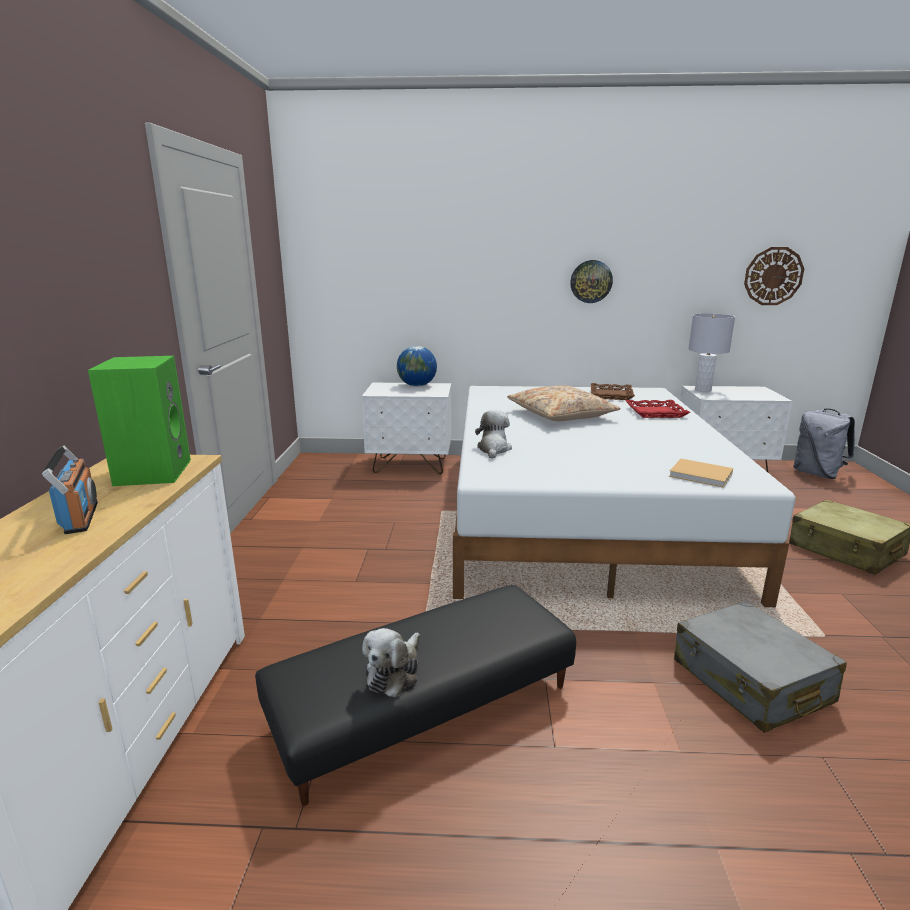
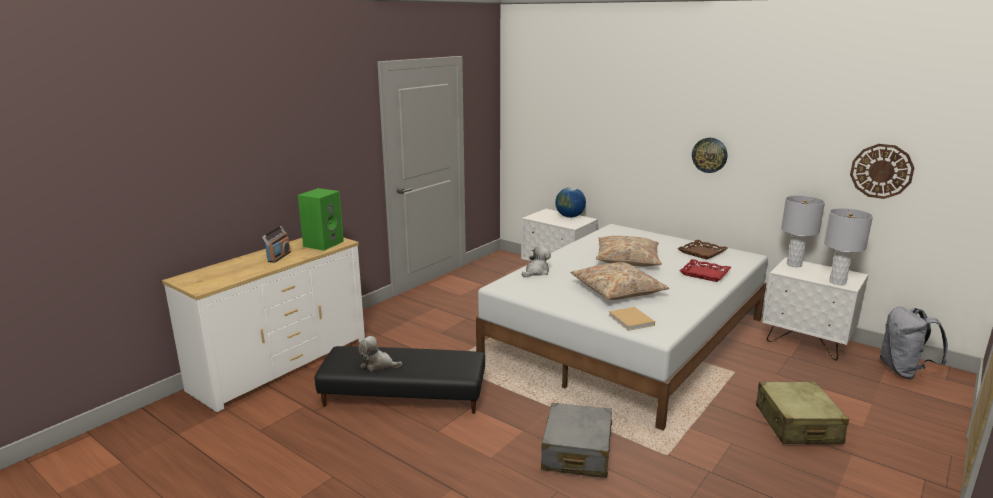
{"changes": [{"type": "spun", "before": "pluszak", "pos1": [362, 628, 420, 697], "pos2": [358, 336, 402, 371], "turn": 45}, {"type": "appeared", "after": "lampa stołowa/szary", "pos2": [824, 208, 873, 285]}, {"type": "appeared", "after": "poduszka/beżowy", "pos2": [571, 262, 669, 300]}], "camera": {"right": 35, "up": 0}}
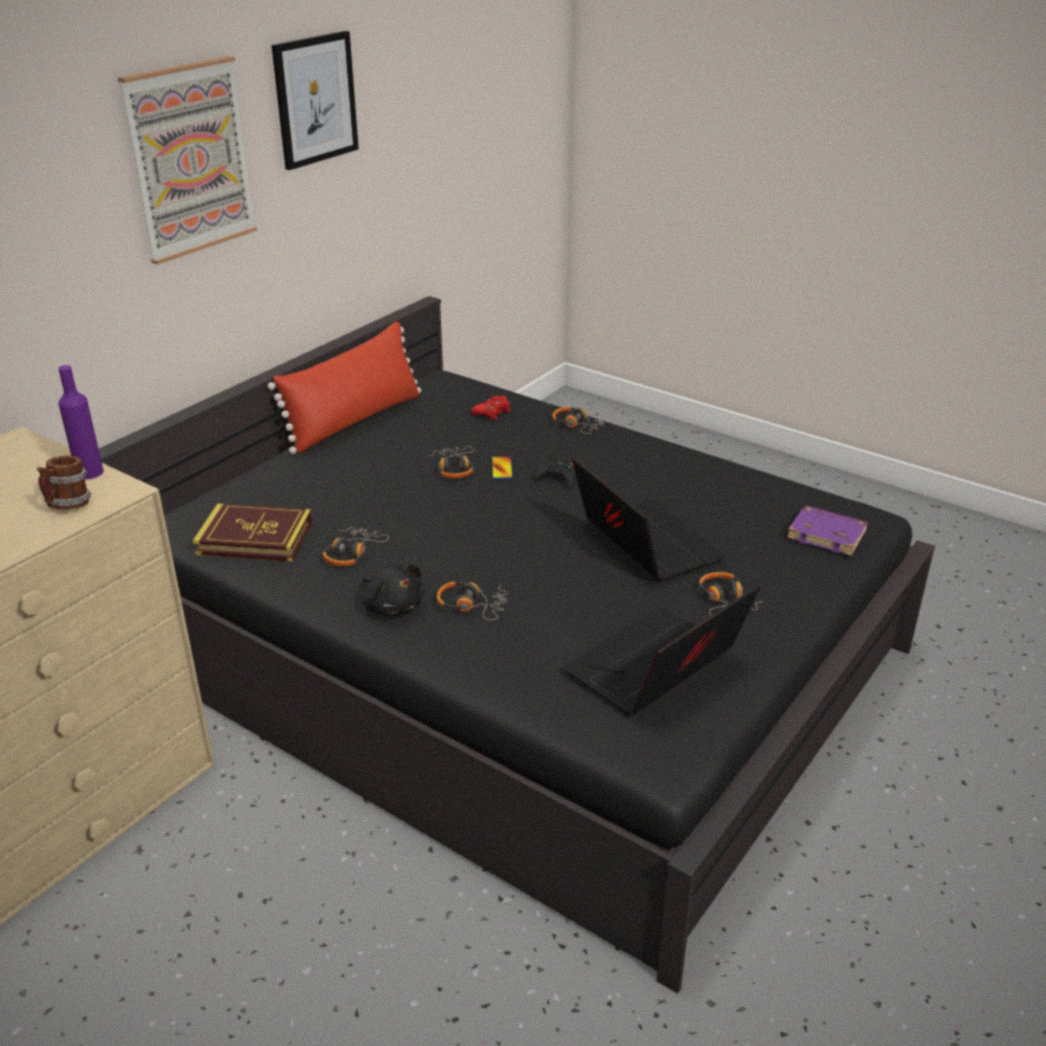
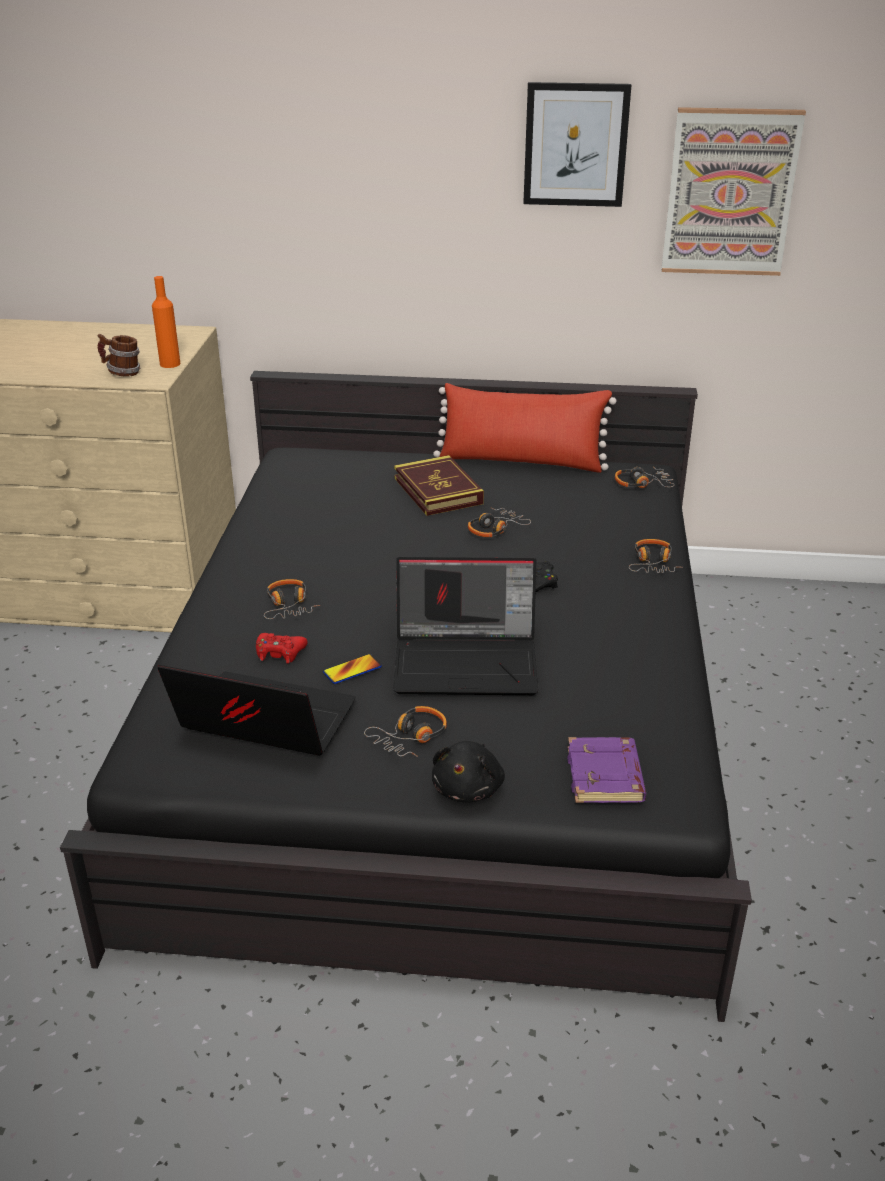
{"changes": [{"type": "relocated", "before": "obraz", "pos1": [118, 56, 257, 265], "pos2": [662, 107, 806, 276]}, {"type": "colour", "before": "butelka/fioletowy", "after": "butelka/pomarańczowy", "pos1": [58, 365, 104, 479], "pos2": [152, 276, 181, 368]}, {"type": "relocated", "before": "pad do gier/czerwony", "pos1": [471, 396, 510, 420], "pos2": [256, 633, 308, 664]}, {"type": "relocated", "before": "telefon", "pos1": [492, 456, 513, 479], "pos2": [323, 654, 382, 684]}, {"type": "spun", "before": "laptop", "pos1": [572, 457, 725, 581], "pos2": [394, 557, 538, 695], "turn": 60}, {"type": "relocated", "before": "książka", "pos1": [193, 503, 313, 562], "pos2": [394, 455, 484, 516]}, {"type": "relocated", "before": "słuchawki", "pos1": [323, 527, 389, 566], "pos2": [615, 466, 674, 488]}, {"type": "relocated", "before": "pluszak/czarny", "pos1": [363, 564, 424, 617], "pos2": [432, 741, 505, 803]}], "camera": {"right": 60, "up": 0}}
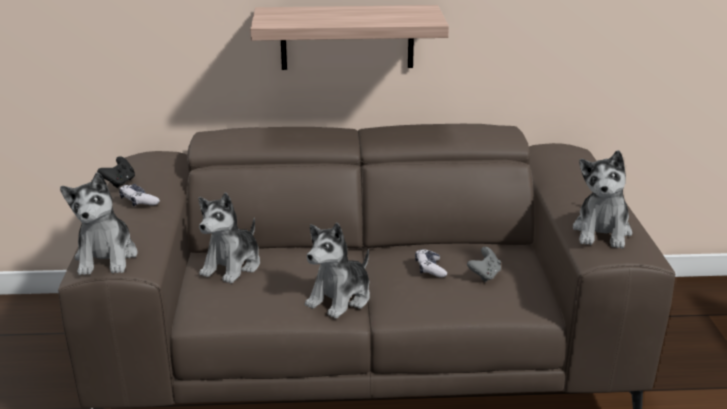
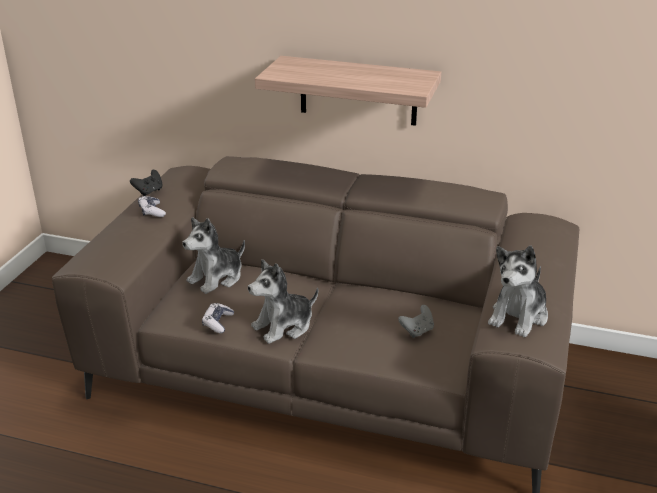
{"changes": [{"type": "missing", "before": "pluszak", "pos1": [60, 172, 137, 275]}, {"type": "relocated", "before": "pad do gier", "pos1": [415, 249, 447, 278], "pos2": [202, 303, 234, 334]}], "camera": {"right": 20, "up": 5}}
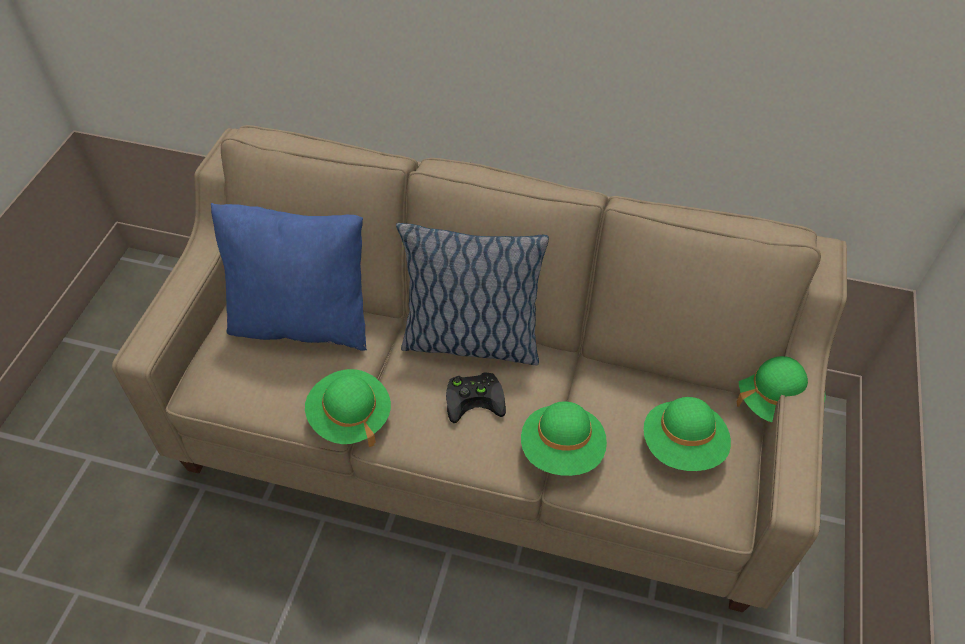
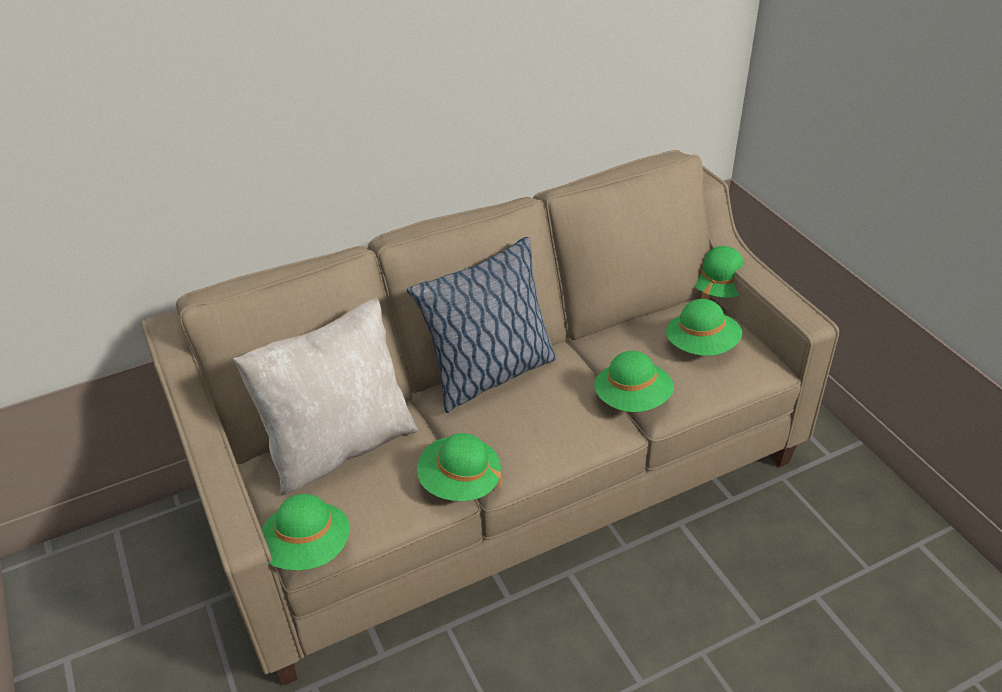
{"changes": [{"type": "colour", "before": "poduszka/niebieski", "after": "poduszka/beżowy", "pos1": [211, 203, 367, 351], "pos2": [233, 298, 419, 495]}, {"type": "missing", "before": "pad do gier/czarny", "pos1": [446, 372, 506, 423]}, {"type": "appeared", "after": "kapelusz/zielony", "pos2": [262, 494, 349, 570]}], "camera": {"right": -40, "up": -10}}
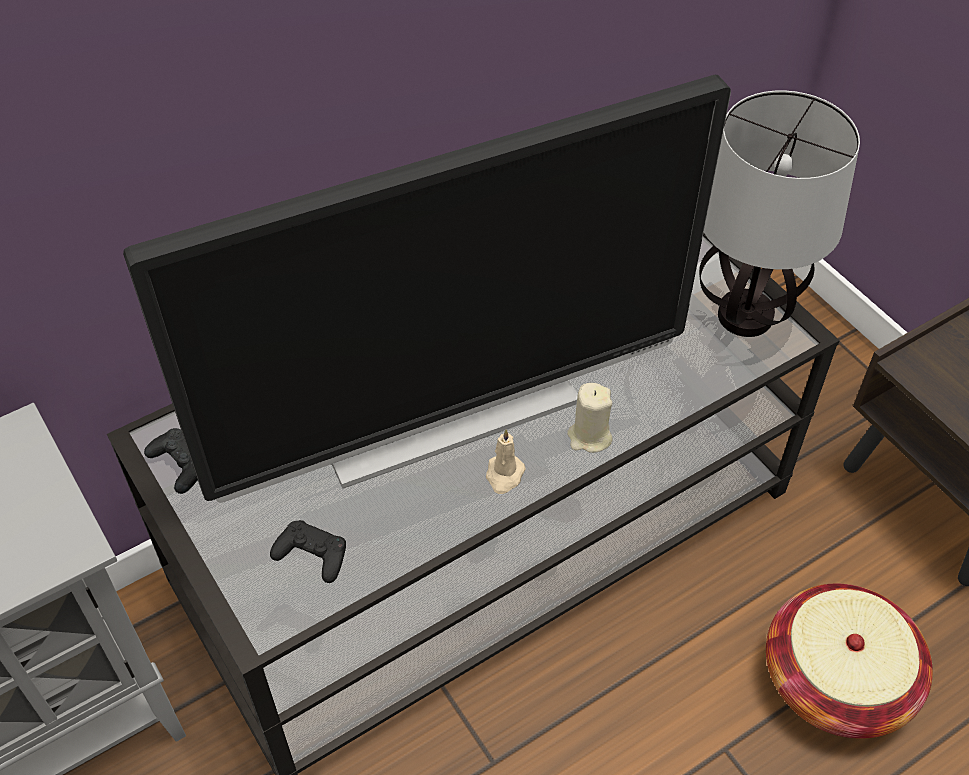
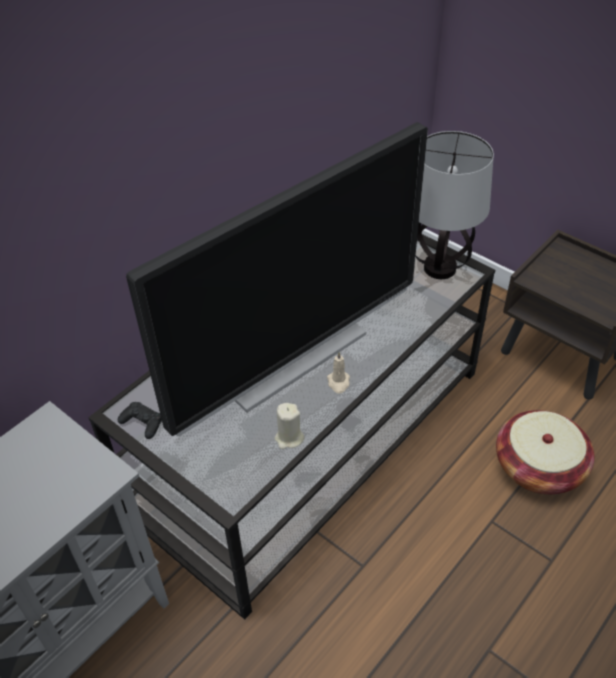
{"changes": [{"type": "relocated", "before": "świeca/beżowy", "pos1": [567, 383, 613, 453], "pos2": [275, 403, 305, 449]}, {"type": "missing", "before": "pad do gier/czarny", "pos1": [270, 520, 346, 583]}], "camera": {"right": -15, "up": -5}}
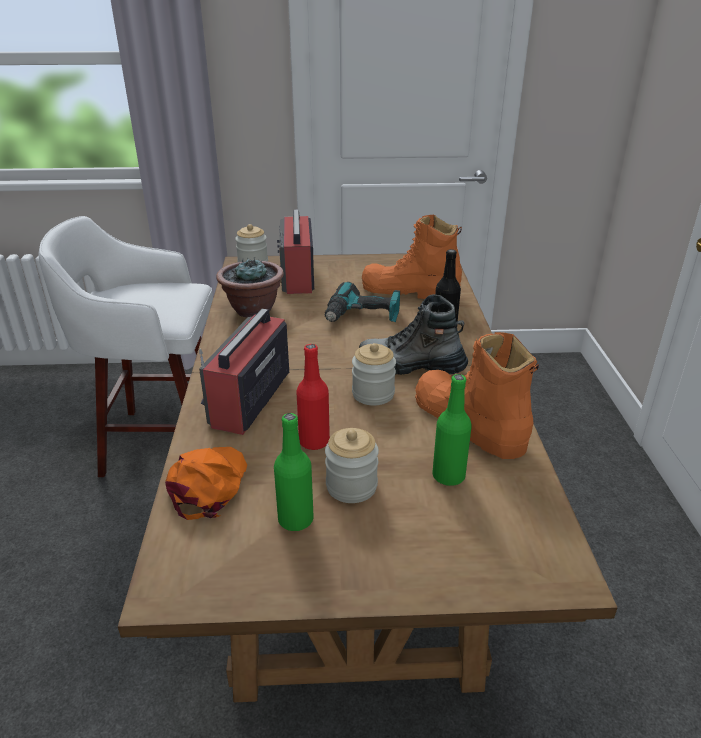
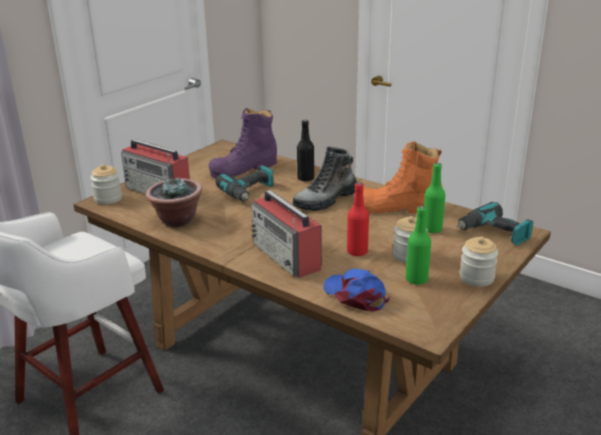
{"changes": [{"type": "colour", "before": "but z cholewką/pomarańczowy", "after": "but z cholewką/fioletowy", "pos1": [362, 214, 462, 299], "pos2": [209, 108, 277, 178]}, {"type": "relocated", "before": "słoik", "pos1": [352, 343, 396, 406], "pos2": [460, 236, 498, 287]}, {"type": "colour", "before": "czapka z daszkiem/pomarańczowy", "after": "czapka z daszkiem/niebieski", "pos1": [165, 447, 247, 520], "pos2": [323, 269, 390, 312]}, {"type": "appeared", "after": "wiertarka", "pos2": [457, 202, 533, 246]}], "camera": {"right": -50, "up": -5}}
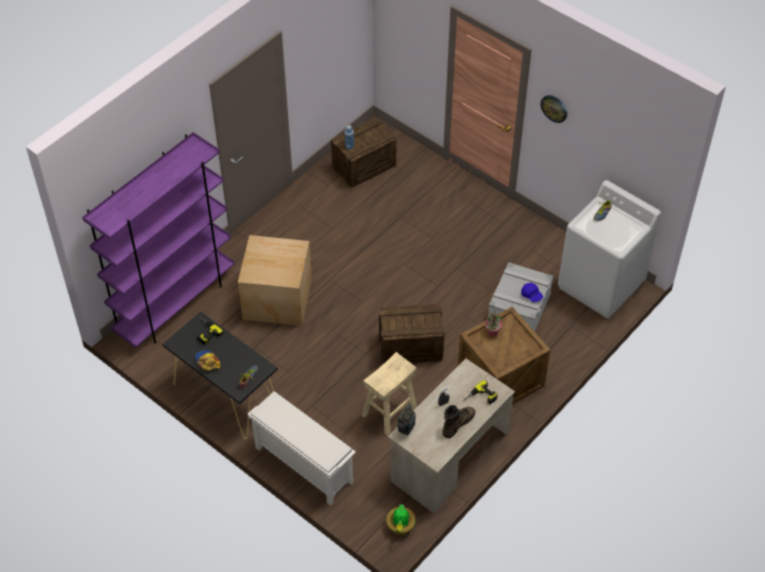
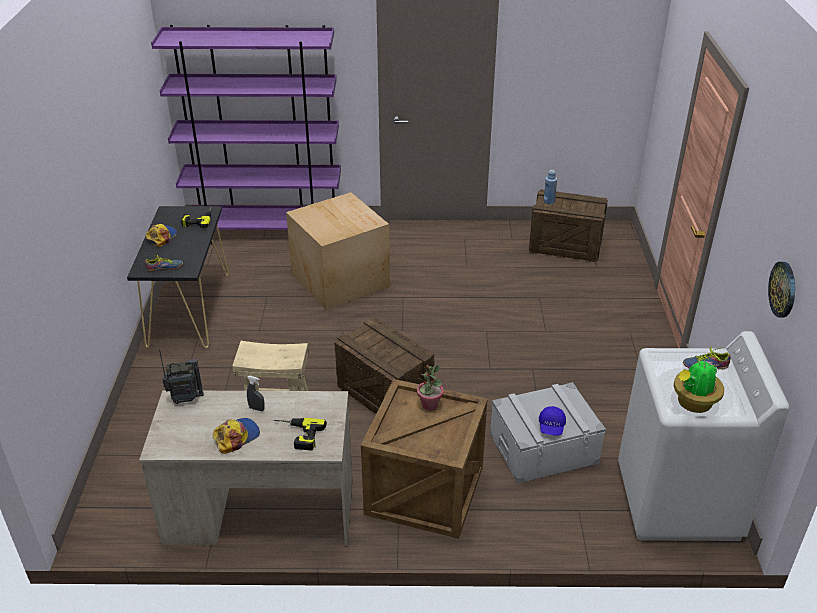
{"changes": [{"type": "relocated", "before": "zegar ścienny", "pos1": [540, 95, 567, 123], "pos2": [768, 262, 795, 318]}, {"type": "missing", "before": "regał na buty/biały", "pos1": [248, 392, 356, 505]}, {"type": "exchanged", "before": "but z cholewką/brązowy", "after": "czapka z daszkiem", "pos1": [443, 405, 475, 438], "pos2": [213, 418, 260, 454]}, {"type": "relocated", "before": "roślina doniczkowa", "pos1": [386, 505, 416, 535], "pos2": [674, 359, 724, 413]}], "camera": {"right": 50, "up": -15}}
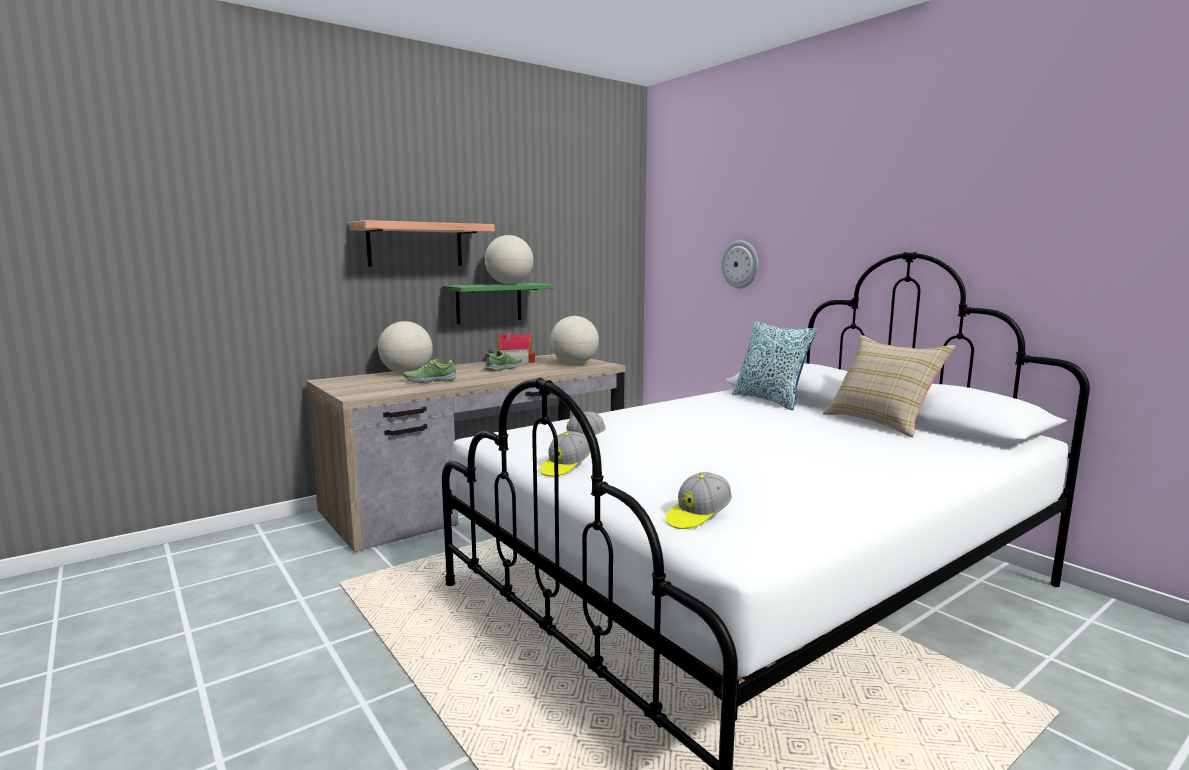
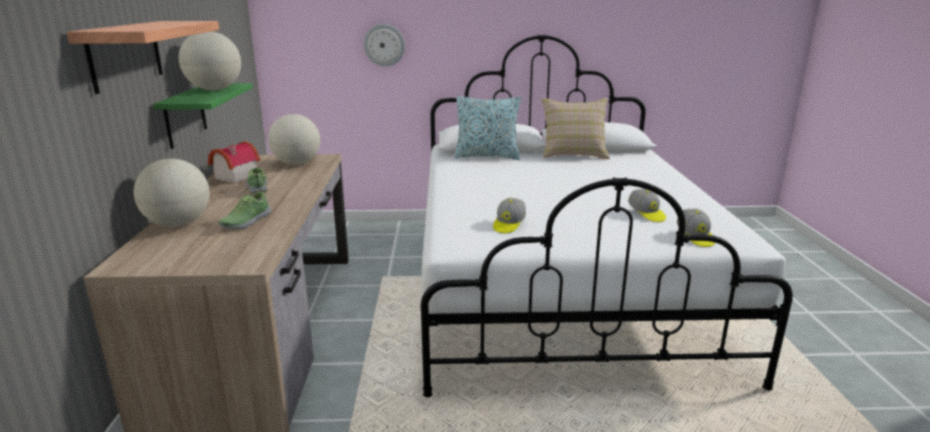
{"changes": [{"type": "relocated", "before": "czapka z daszkiem", "pos1": [540, 431, 590, 477], "pos2": [628, 189, 666, 222]}], "camera": {"right": -55, "up": 10}}
